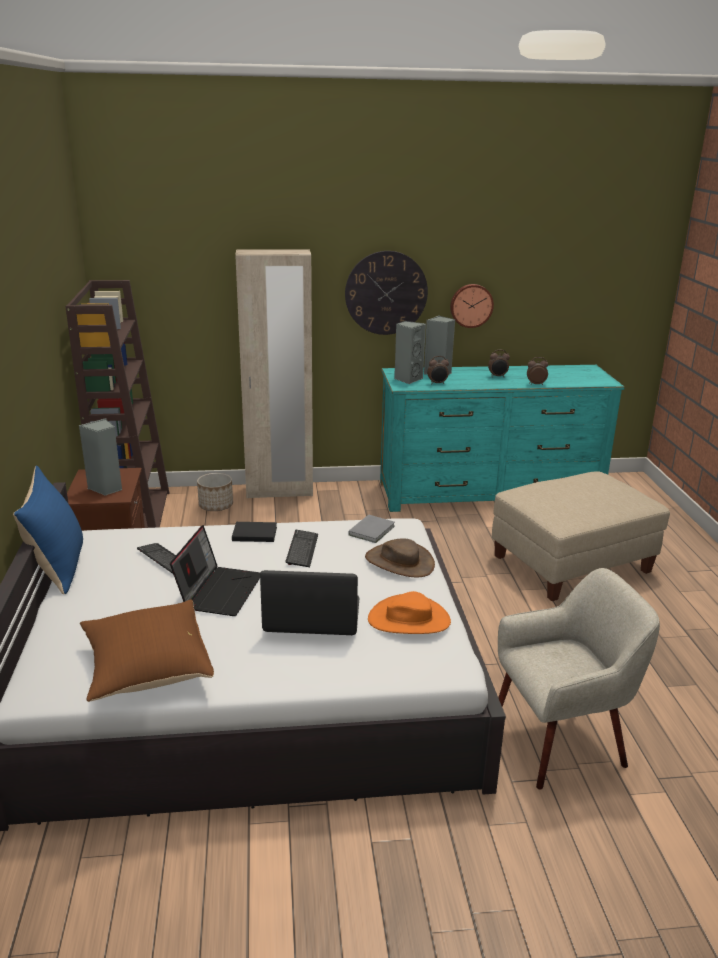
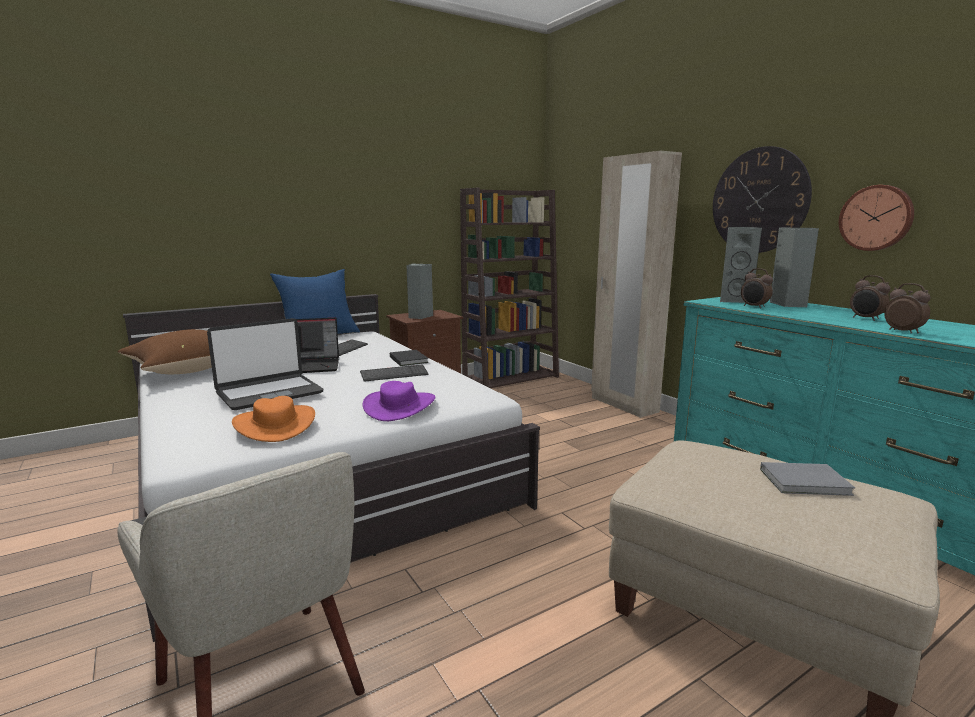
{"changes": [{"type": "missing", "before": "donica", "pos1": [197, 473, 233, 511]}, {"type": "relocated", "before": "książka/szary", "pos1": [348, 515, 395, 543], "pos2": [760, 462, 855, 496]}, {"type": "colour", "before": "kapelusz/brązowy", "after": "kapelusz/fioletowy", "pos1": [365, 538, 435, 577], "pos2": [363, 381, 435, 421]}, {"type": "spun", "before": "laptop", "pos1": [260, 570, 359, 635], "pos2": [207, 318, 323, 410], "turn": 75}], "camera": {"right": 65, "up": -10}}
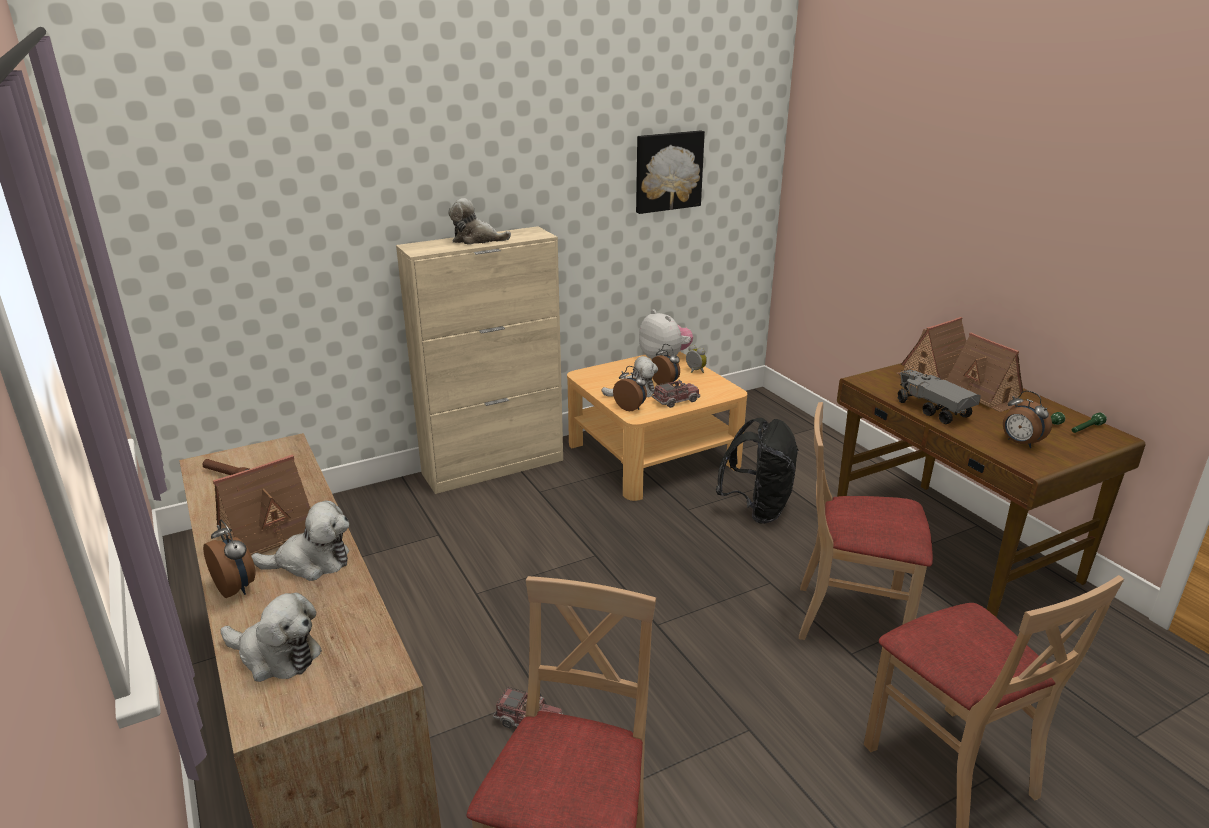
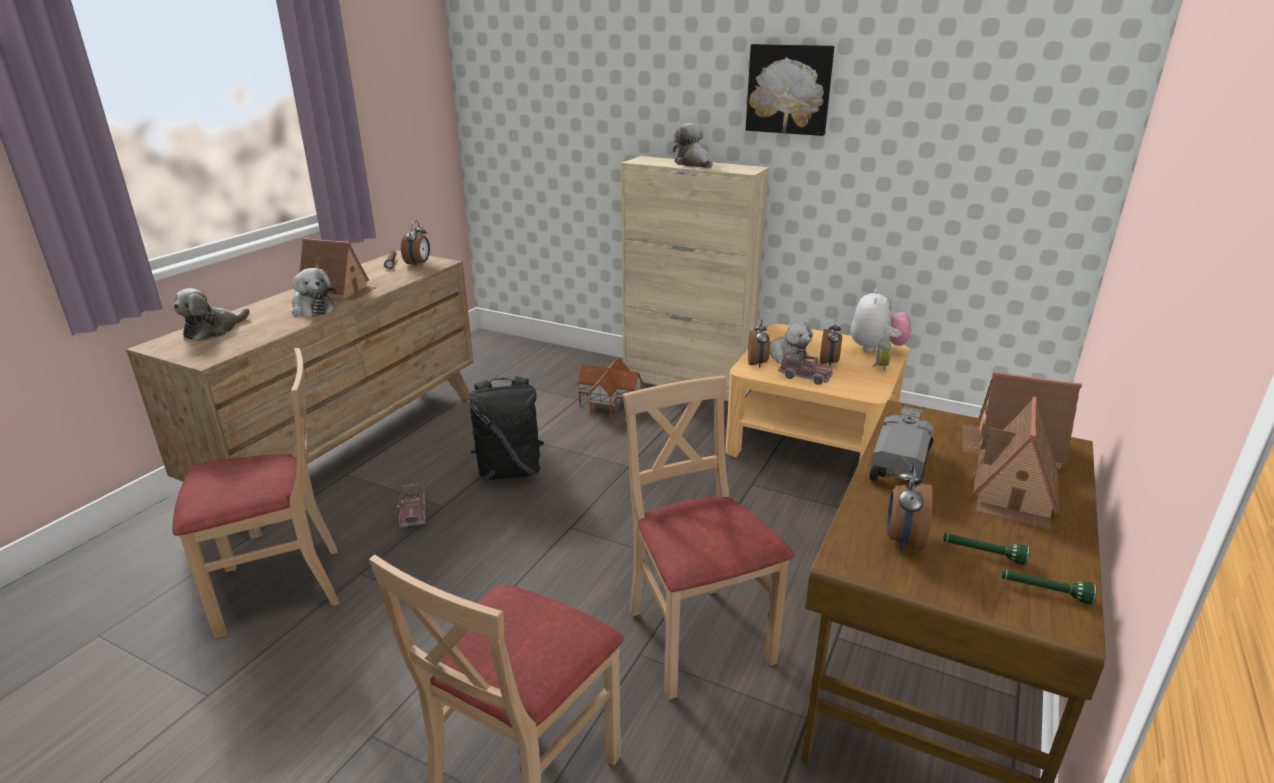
{"changes": [{"type": "relocated", "before": "obraz", "pos1": [636, 130, 705, 214], "pos2": [746, 44, 834, 136]}, {"type": "relocated", "before": "plecak/czarny", "pos1": [716, 418, 799, 523], "pos2": [469, 376, 544, 480]}, {"type": "relocated", "before": "budzik", "pos1": [203, 520, 256, 598], "pos2": [401, 221, 430, 267]}, {"type": "spun", "before": "pluszak", "pos1": [220, 593, 322, 682], "pos2": [173, 288, 250, 341], "turn": 45}, {"type": "appeared", "after": "domek", "pos2": [577, 357, 643, 419]}], "camera": {"right": 55, "up": 0}}
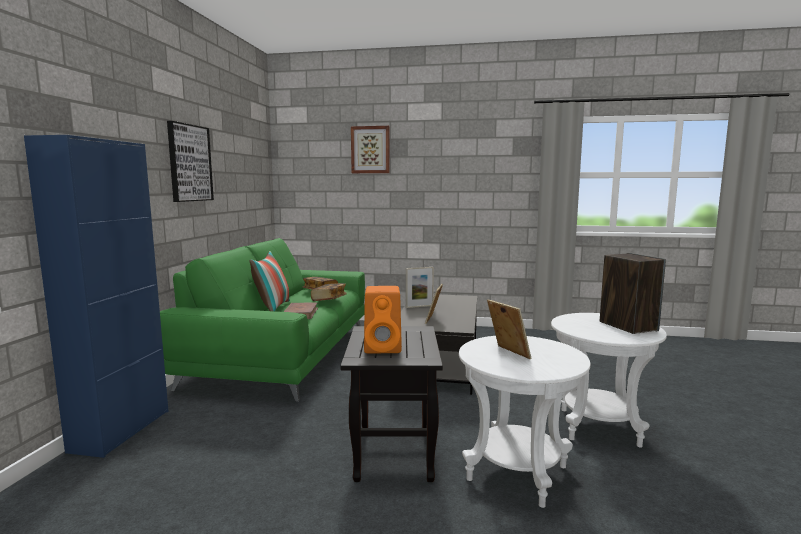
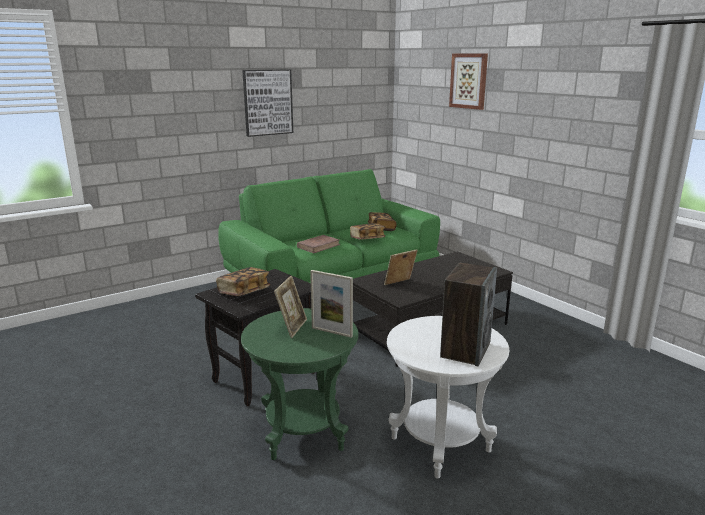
{"changes": [{"type": "missing", "before": "szafka/niebieski", "pos1": [24, 135, 169, 458]}, {"type": "missing", "before": "poduszka", "pos1": [249, 251, 290, 311]}, {"type": "relocated", "before": "ramka na zdjęcie", "pos1": [406, 267, 434, 308], "pos2": [310, 270, 353, 338]}, {"type": "exchanged", "before": "głośnik/pomarańczowy", "after": "książka", "pos1": [364, 286, 402, 354], "pos2": [216, 267, 270, 296]}, {"type": "colour", "before": "stolik/biały", "after": "stolik/zielony", "pos1": [459, 336, 591, 508], "pos2": [241, 308, 359, 460]}], "camera": {"right": 45, "up": 10}}
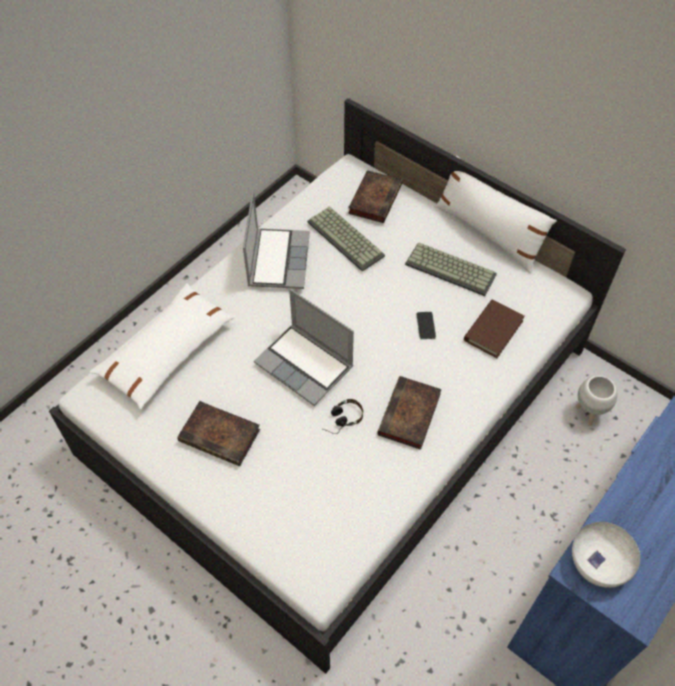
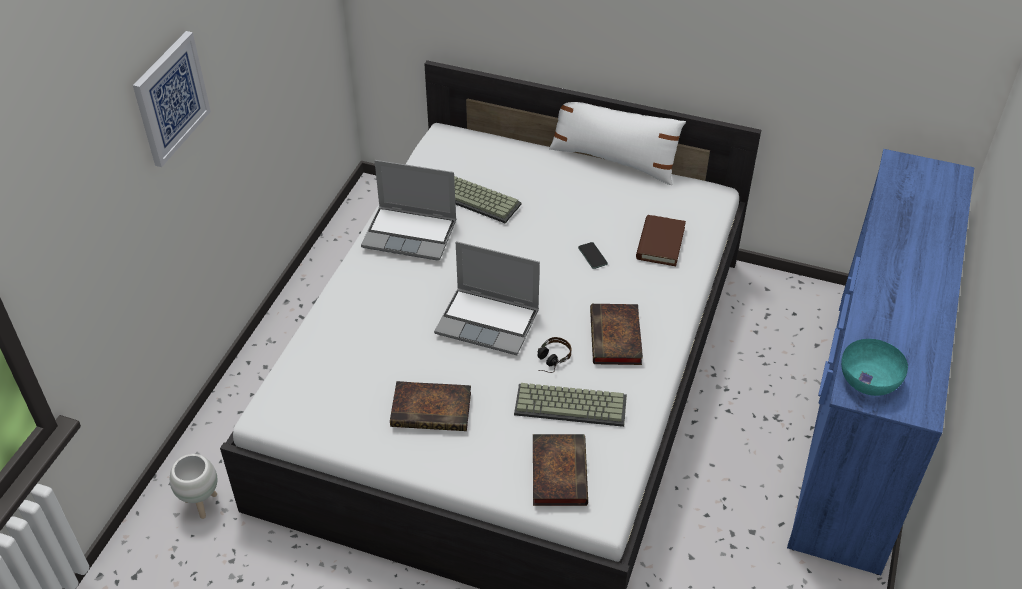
{"changes": [{"type": "relocated", "before": "książka", "pos1": [348, 170, 403, 223], "pos2": [533, 434, 588, 506]}, {"type": "spun", "before": "laptop", "pos1": [243, 191, 310, 289], "pos2": [361, 160, 457, 261], "turn": 120}, {"type": "relocated", "before": "klawiatura", "pos1": [405, 243, 497, 296], "pos2": [514, 383, 627, 427]}, {"type": "missing", "before": "poduszka/biały", "pos1": [90, 283, 235, 409]}, {"type": "relocated", "before": "donica/biały", "pos1": [575, 375, 617, 426], "pos2": [170, 454, 217, 519]}, {"type": "colour", "before": "miska/biały", "after": "miska/turkusowy", "pos1": [572, 522, 640, 588], "pos2": [841, 339, 908, 396]}, {"type": "appeared", "after": "obraz", "pos2": [133, 31, 211, 167]}], "camera": {"right": -20, "up": -10}}
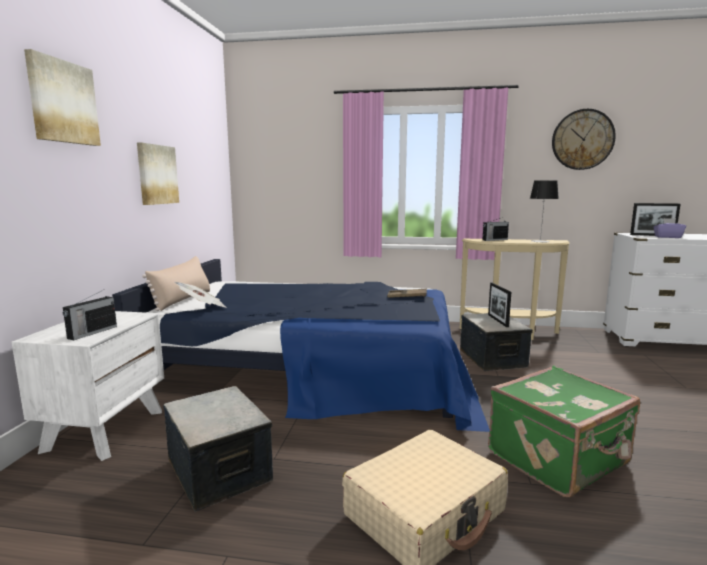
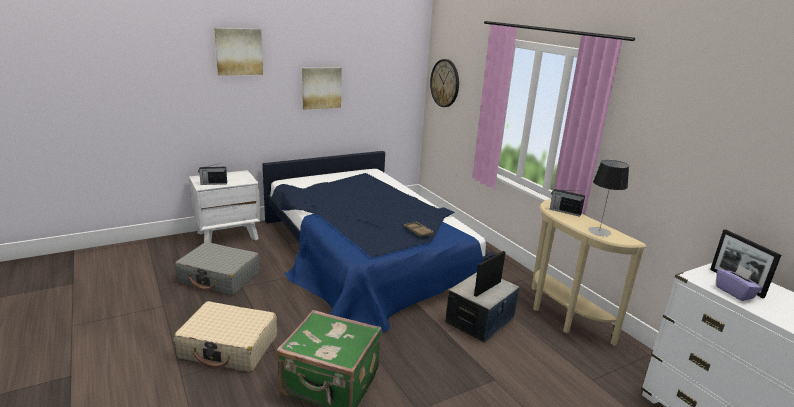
{"changes": [{"type": "relocated", "before": "zegar ścienny", "pos1": [552, 109, 616, 170], "pos2": [430, 59, 459, 107]}, {"type": "missing", "before": "poduszka/beżowy", "pos1": [142, 256, 210, 311]}, {"type": "missing", "before": "gazeta", "pos1": [174, 282, 226, 307]}, {"type": "exchanged", "before": "pojemnik do przechowywania", "after": "walizka/szary", "pos1": [163, 386, 273, 512], "pos2": [175, 242, 260, 296]}], "camera": {"right": 50, "up": 10}}
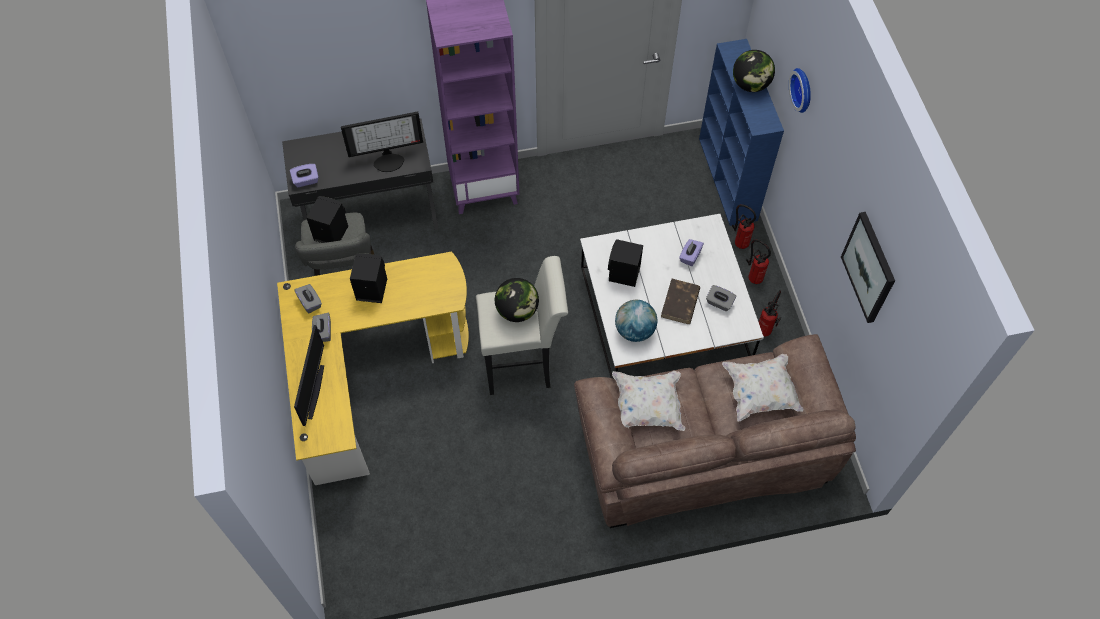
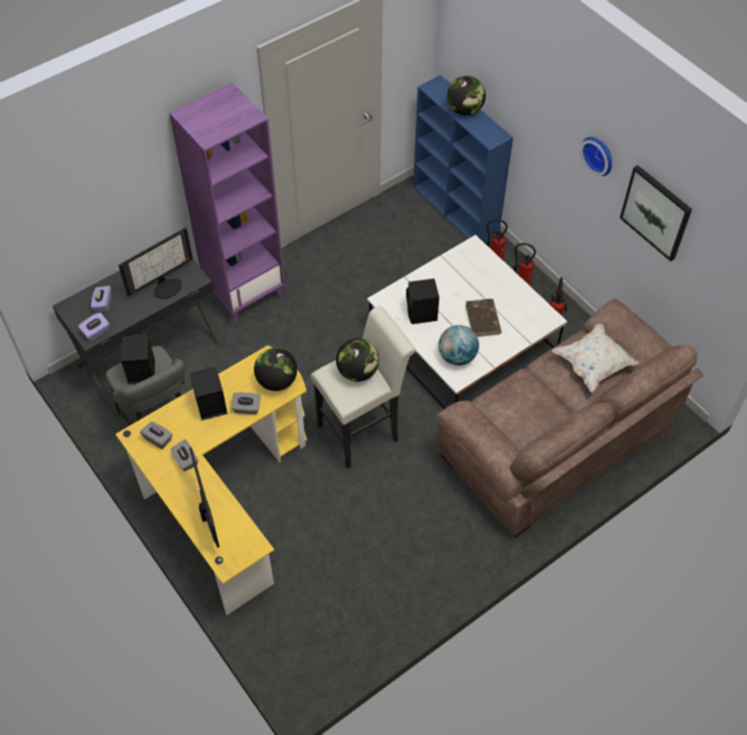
{"changes": [{"type": "relocated", "before": "zegar ścienny", "pos1": [789, 68, 811, 113], "pos2": [580, 137, 612, 176]}, {"type": "relocated", "before": "pudełko chusteczek/fioletowy", "pos1": [679, 239, 704, 266], "pos2": [91, 286, 111, 312]}, {"type": "relocated", "before": "pudełko chusteczek/szary", "pos1": [706, 285, 736, 311], "pos2": [231, 392, 261, 414]}, {"type": "missing", "before": "poduszka/biały", "pos1": [612, 371, 685, 431]}, {"type": "appeared", "after": "globus", "pos2": [254, 348, 297, 391]}], "camera": {"right": -25, "up": -5}}
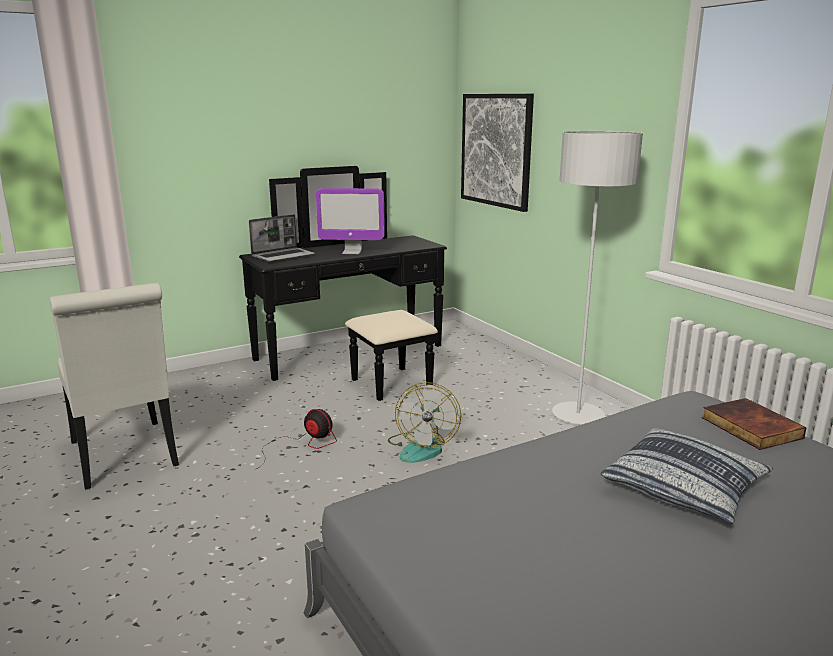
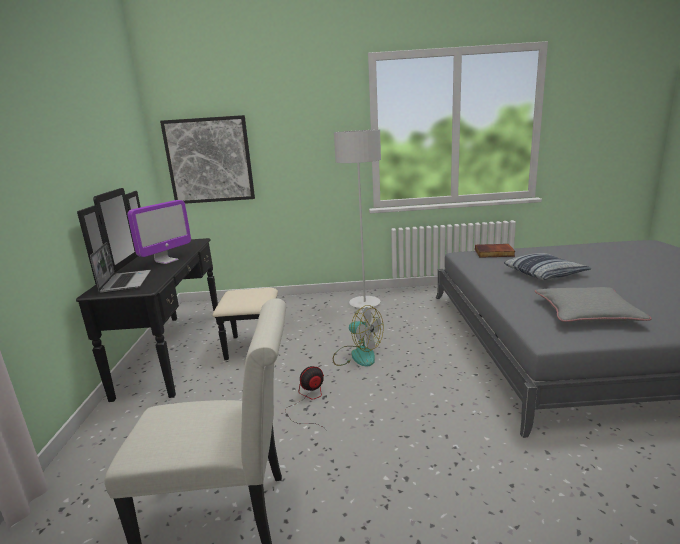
{"changes": [{"type": "appeared", "after": "poduszka/szary", "pos2": [535, 287, 652, 322]}], "camera": {"right": -60, "up": 0}}
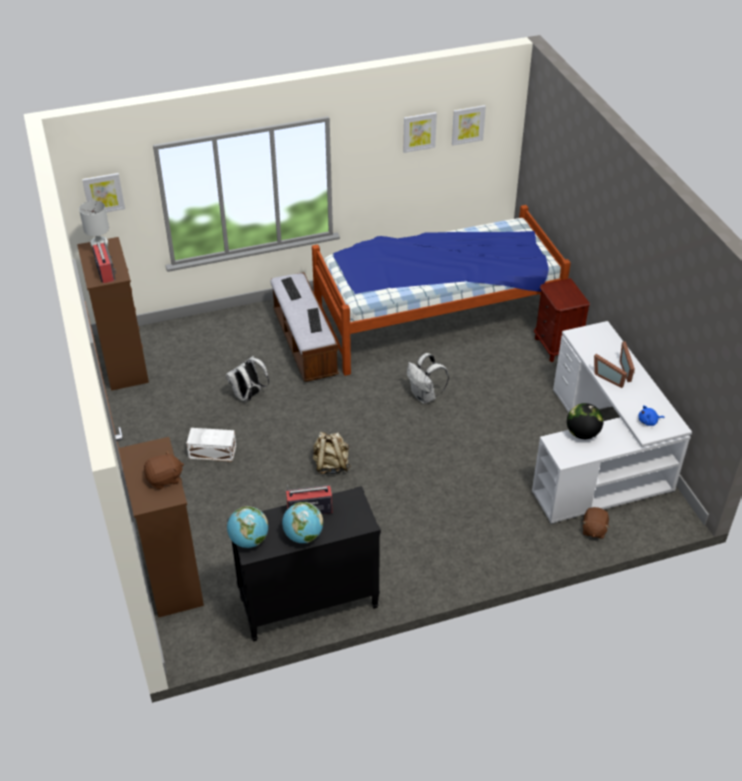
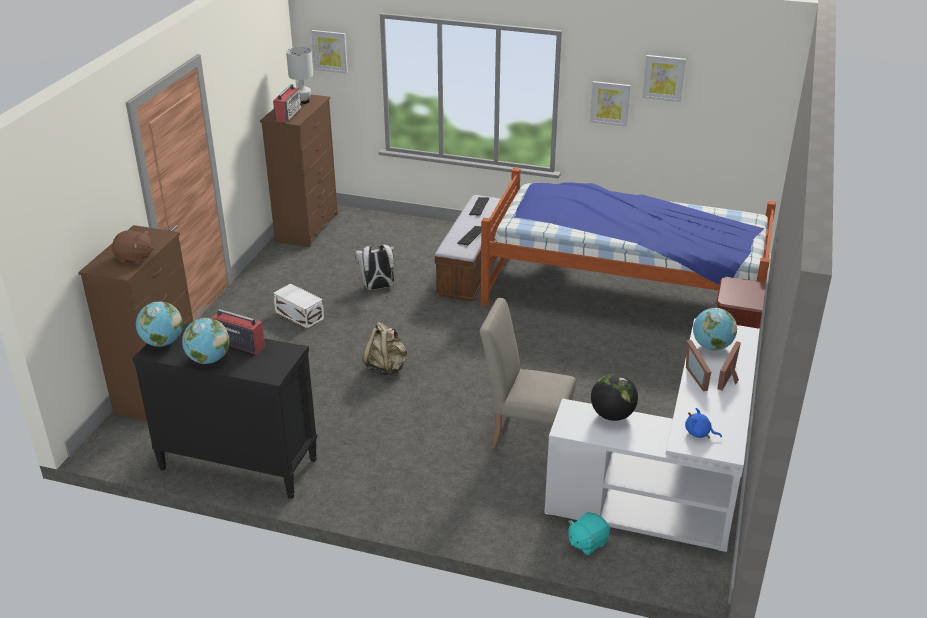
{"changes": [{"type": "relocated", "before": "obraz", "pos1": [452, 105, 486, 146], "pos2": [590, 81, 630, 127]}, {"type": "missing", "before": "plecak/biały", "pos1": [407, 353, 449, 404]}, {"type": "colour", "before": "pluszak/brązowy", "after": "pluszak/turkusowy", "pos1": [583, 507, 609, 539], "pos2": [568, 512, 610, 556]}, {"type": "appeared", "after": "krzesło/beżowy", "pos2": [480, 298, 576, 449]}, {"type": "appeared", "after": "globus", "pos2": [693, 308, 737, 351]}], "camera": {"right": 35, "up": -10}}
